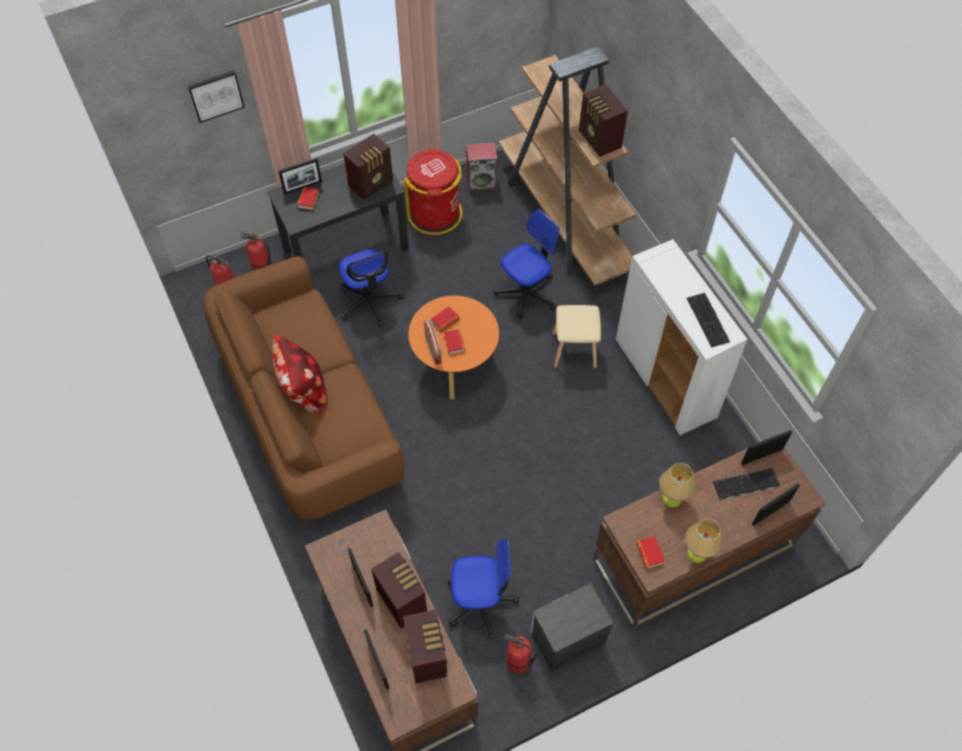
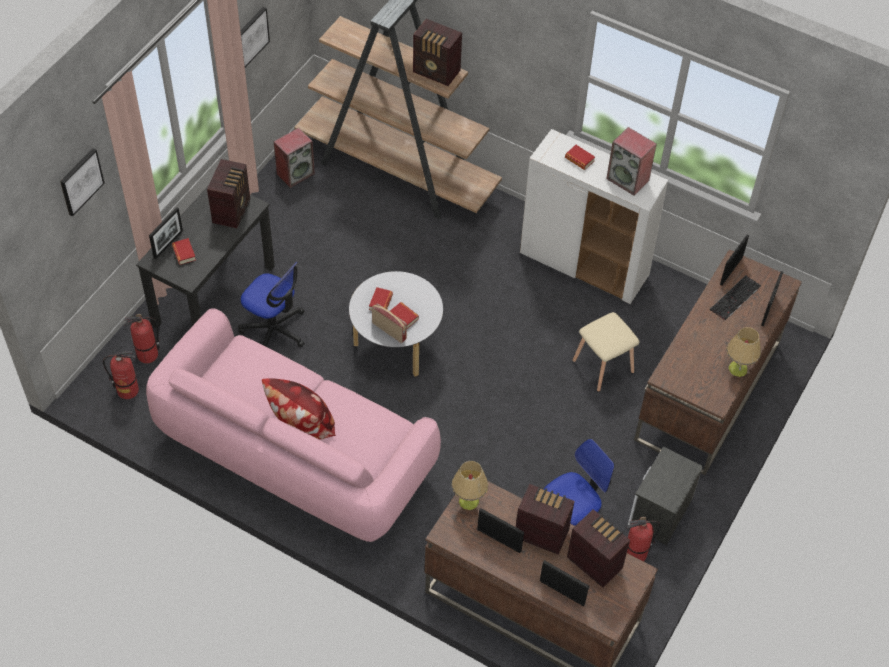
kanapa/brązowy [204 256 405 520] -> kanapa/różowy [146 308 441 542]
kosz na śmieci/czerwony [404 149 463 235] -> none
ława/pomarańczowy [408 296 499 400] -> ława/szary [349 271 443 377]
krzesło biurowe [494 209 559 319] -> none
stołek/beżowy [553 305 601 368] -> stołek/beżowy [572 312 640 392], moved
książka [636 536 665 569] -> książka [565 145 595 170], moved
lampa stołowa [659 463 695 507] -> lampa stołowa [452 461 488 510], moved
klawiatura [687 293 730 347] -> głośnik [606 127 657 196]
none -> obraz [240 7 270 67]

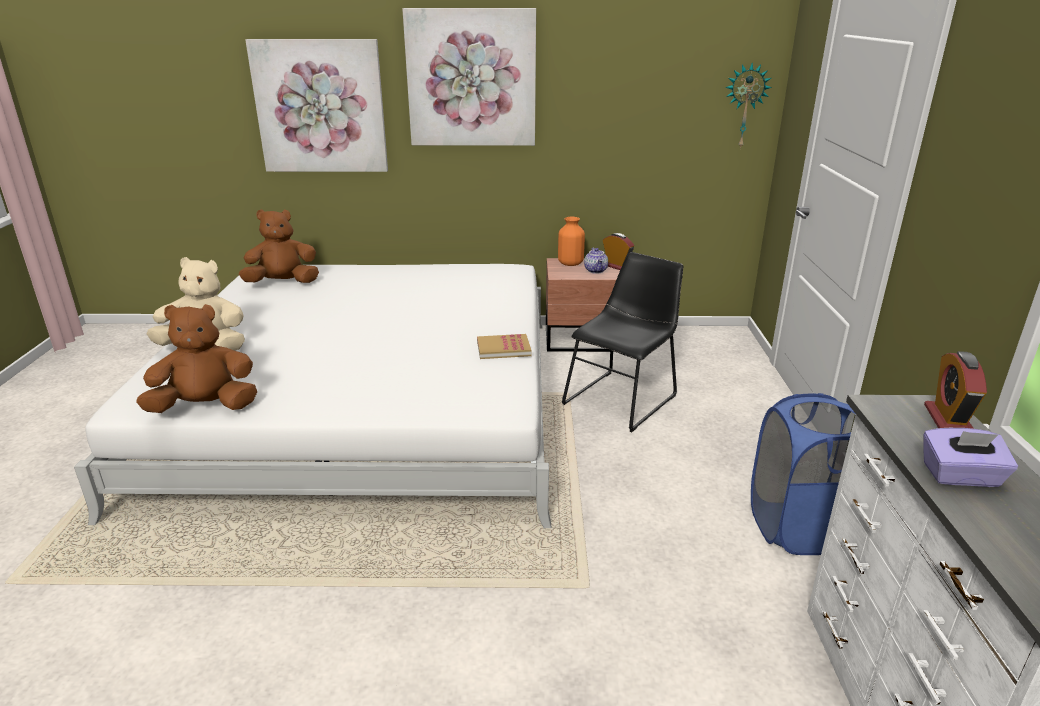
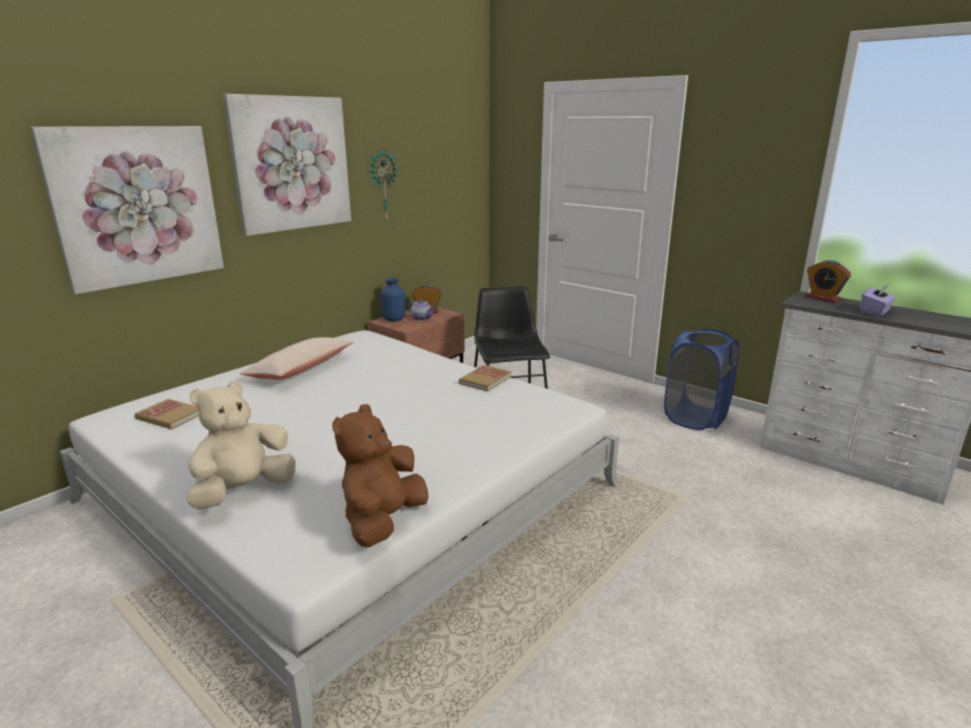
pluszak/brązowy [239 209 319 283] -> książka [134 399 199 429]
wazon/pomarańczowy [558 217 585 266] -> wazon/niebieski [381 278 406 321]
zegar ścienny [725 62 772 149] -> zegar ścienny [369 149 398 223], moved
none -> poduszka/beżowy [240 337 353 380]

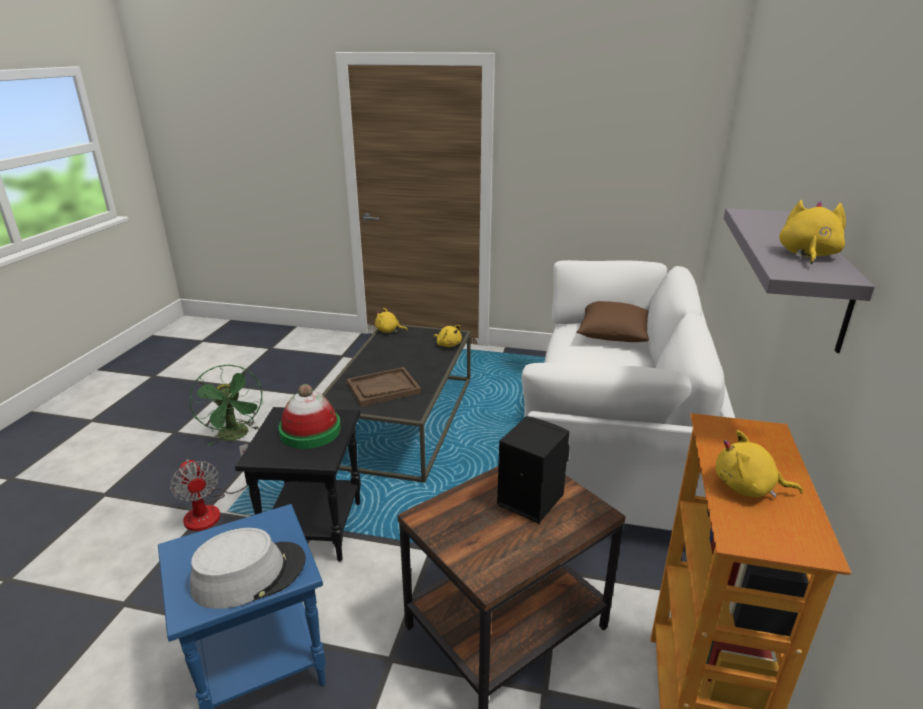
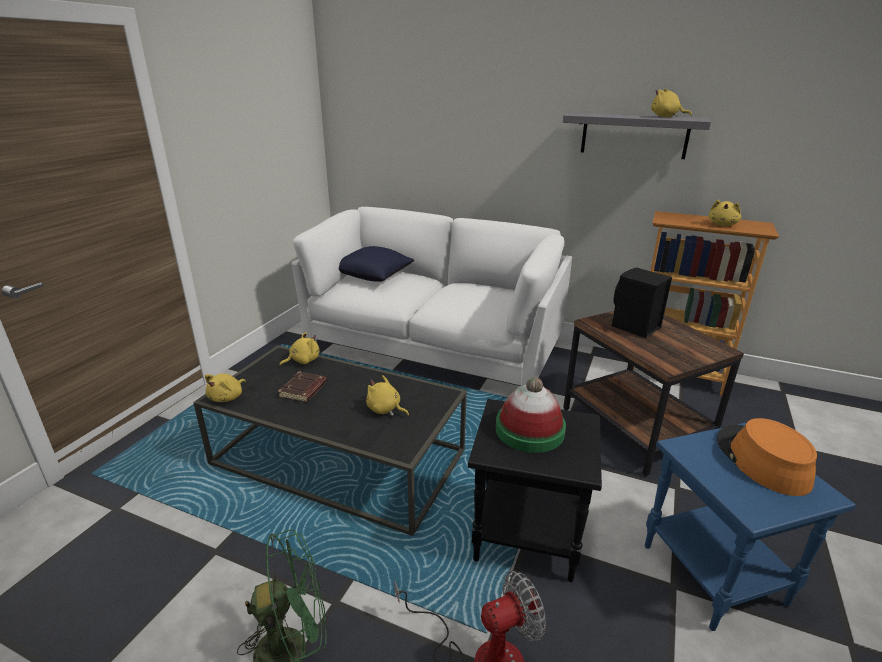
kapelusz/szary [190 528 306 609] -> kapelusz/pomarańczowy [717 418 817 496]
taca/brązowy [347 367 421 407] -> pluszak/żółty [366 376 409 416]
poduszka/brązowy [576 301 649 342] -> poduszka/niebieski [339 246 414 282]
none -> książka/brązowy [278 372 327 402]

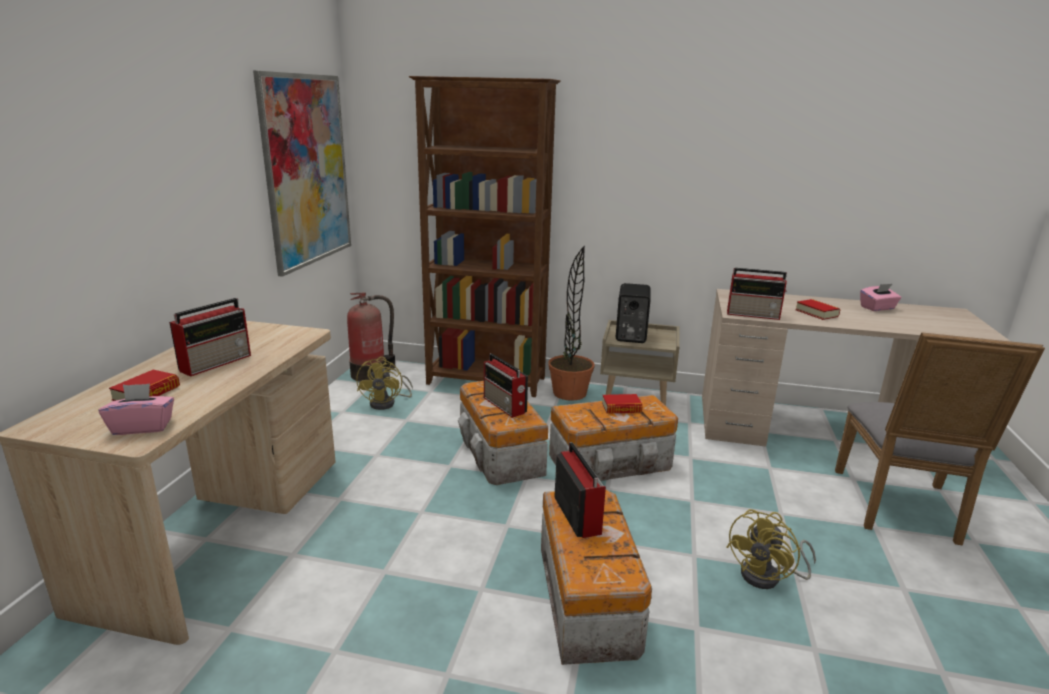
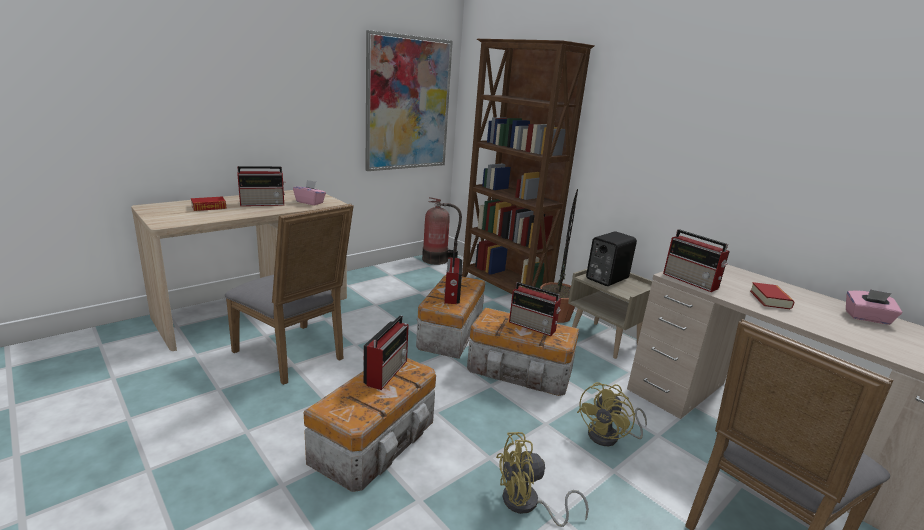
pudełko chusteczek/różowy [98 383 174 435] -> pudełko chusteczek/różowy [293 180 326 205], moved
wentylator/żółty [356 357 413 410] -> wentylator/żółty [577 382 647 446], moved
książka [602 394 643 414] -> radio [509 282 561 336]
none -> krzesło/szary [225 204 354 385]

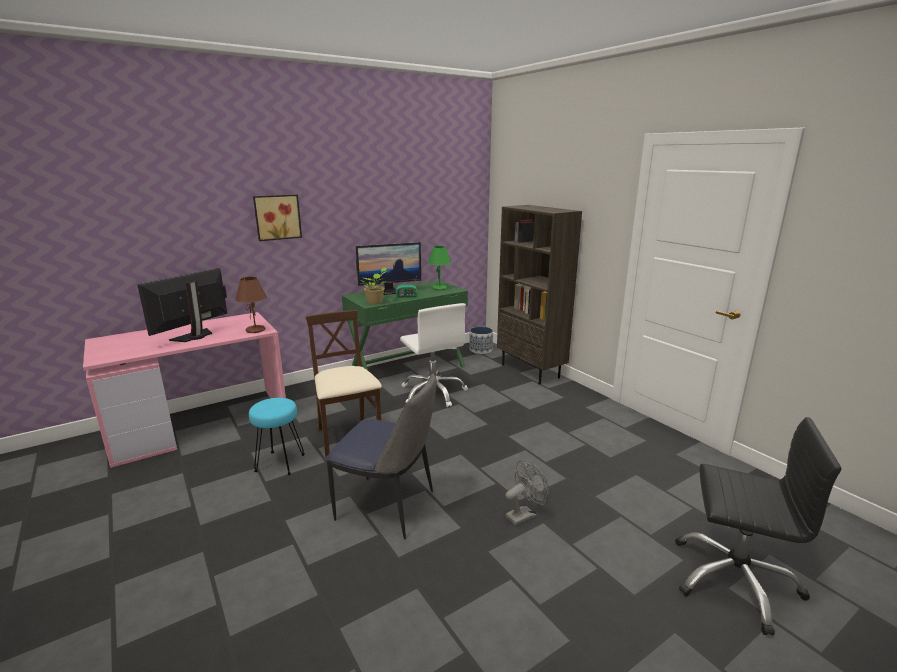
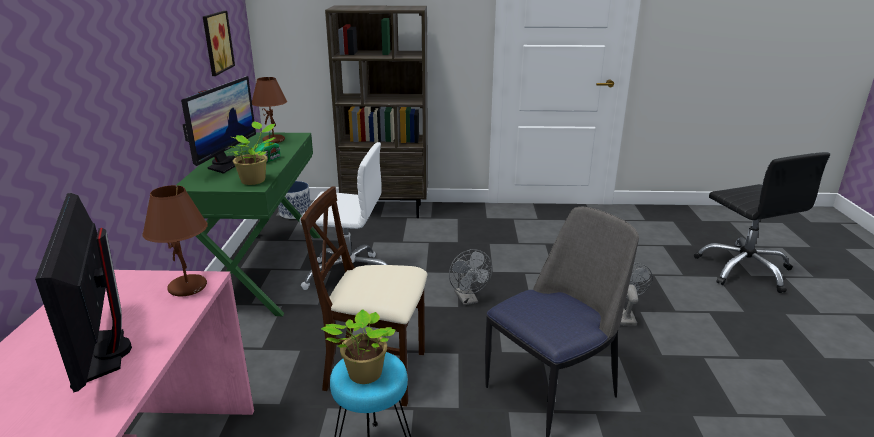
obraz [253 195 302 241] -> obraz [203 11 235 76], moved
lampa stołowa/zielony [428 246 451 290] -> lampa stołowa/brązowy [252 77 287 143]
krzesło biurowe/czarny [675 417 842 635] -> krzesło biurowe/czarny [694 152 830 293], 105 degrees clockwise
none -> roślina doniczkowa [321 309 396 384]
none -> wentylator/szary [449 249 492 305]

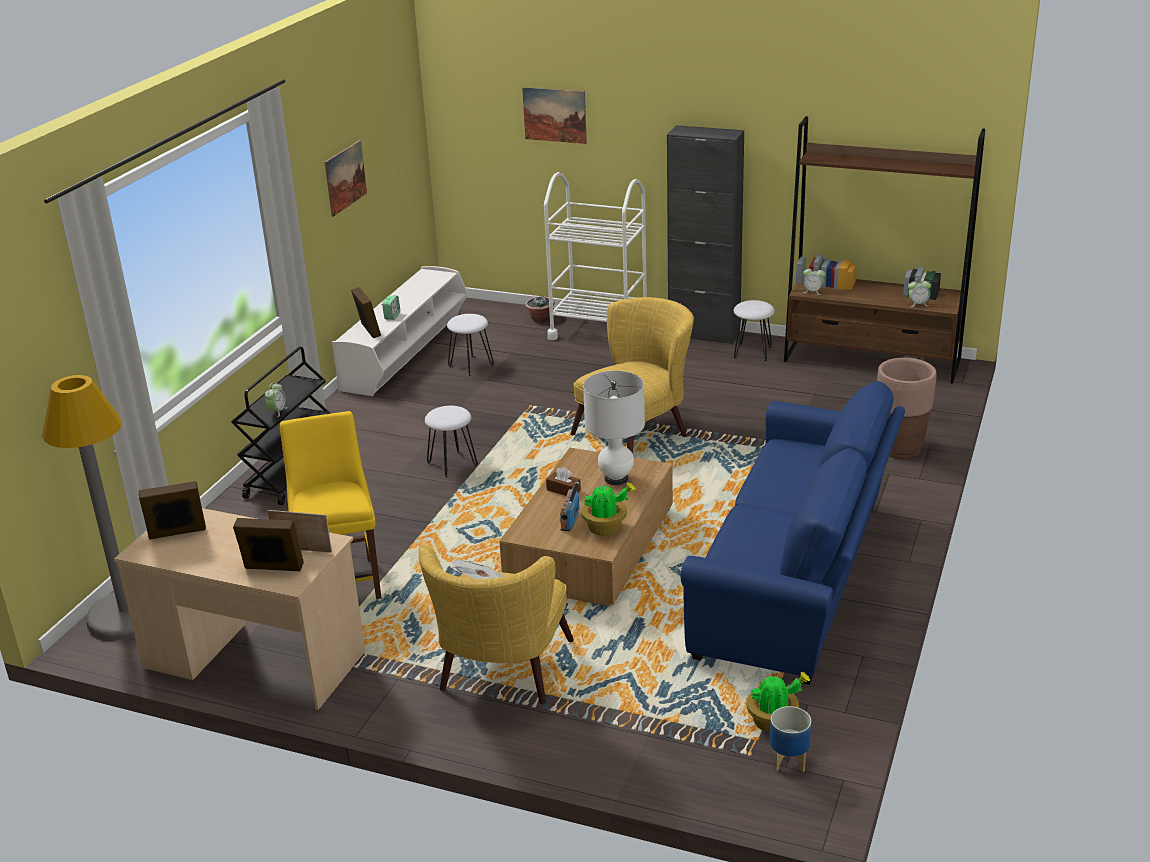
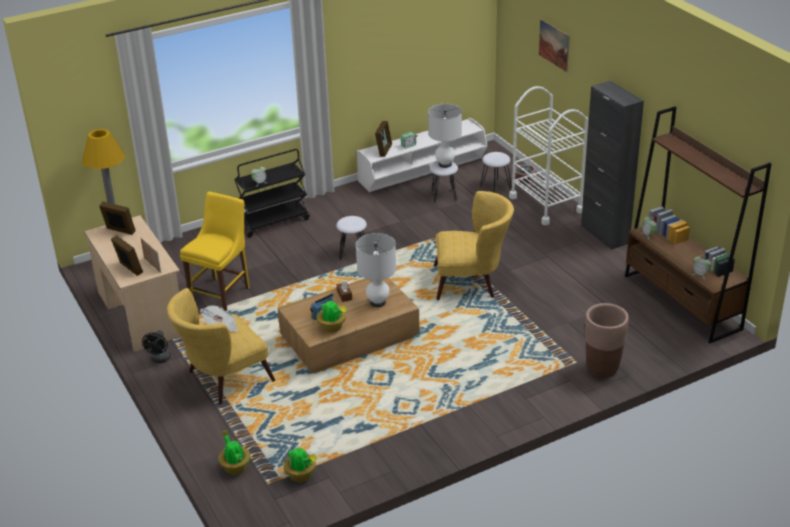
obraz [324 140 367 217] -> none
kanapa/niebieski [681 381 905 685] -> none
stołek/biały [733 300 775 361] -> stołek/biały [480 152 512 193], moved
donica [770 706 811 772] -> none
none -> wentylator/czarny [142 330 171 363]
none -> roślina doniczkowa [218 430 250 475]
none -> lampa stołowa/biały [428 104 462 168]

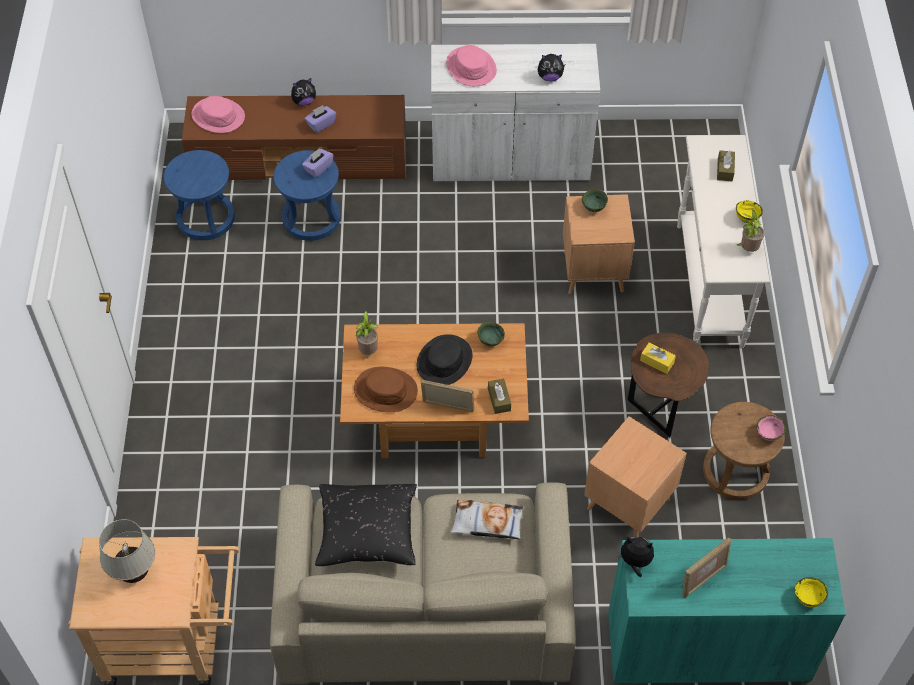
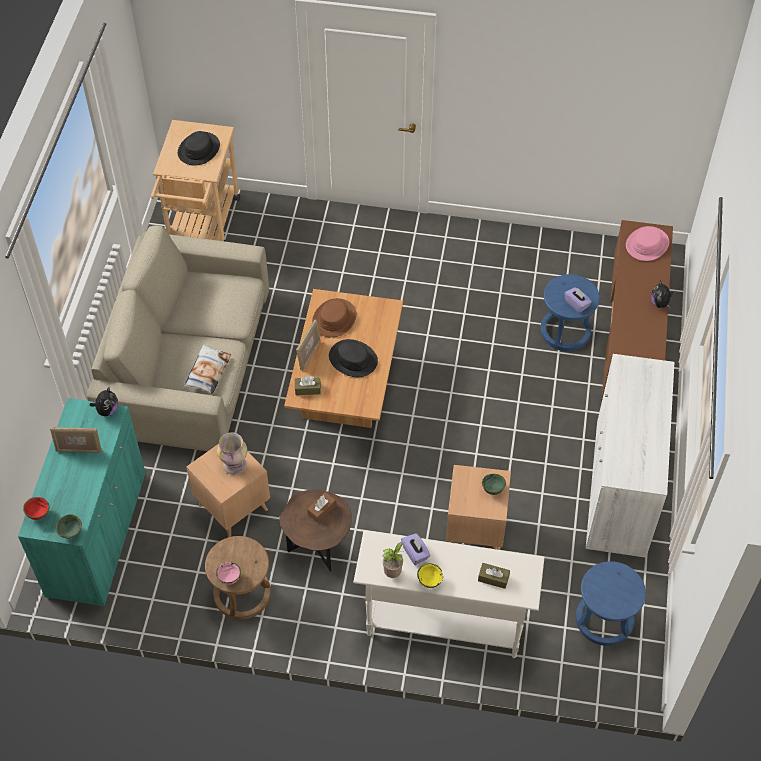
lampa stołowa/biały [99 519 155 583] -> kapelusz/czarny [178 131 220 165]
stołek/niebieski [164 150 235 240] -> stołek/niebieski [576 561 646 646], moved
pudełko chusteczek/fioletowy [305 105 336 133] -> pudełko chusteczek/fioletowy [401 533 431 565], moved
poduszka/czarny [315 484 417 566] -> none
roślina doniczkowa [356 311 378 355] -> none
kapelusz/różowy [446 45 497 86] -> none
miska/zielony [477 322 505 346] -> miska/zielony [56 514 82 539], moved
pluszak [537 54 565 82] -> none
pudełko chusteczek/żółty [640 342 676 374] -> pudełko chusteczek/brązowy [307 492 336 523]
ramka na zdjęcie [682 538 731 598] -> ramka na zdjęcie [50 427 102 453], 60 degrees counterclockwise
miska/żółty [794 577 828 608] -> miska/czerwony [23 497 50 520]
none -> wazon [217 432 247 475]

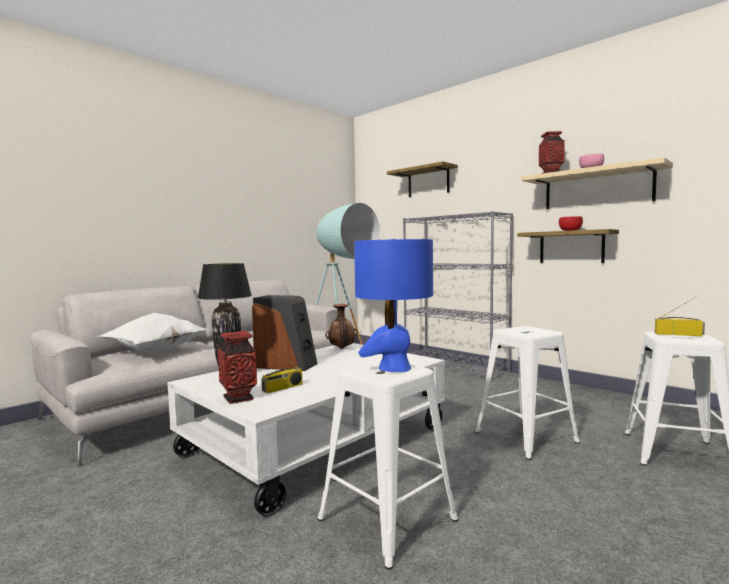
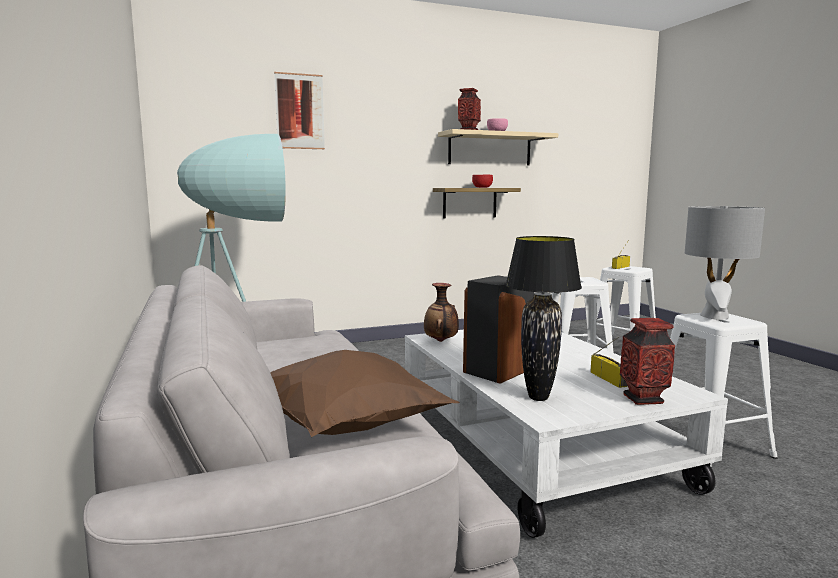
poduszka/biały [97 313 208 352] -> poduszka/brązowy [270 350 460 437]
lampa stołowa/niebieski [354 239 433 372] -> lampa stołowa/szary [685 206 765 320]
półka [387 161 458 197] -> obraz [274 72 325 149]
regał/szary [403 211 513 381] -> none

